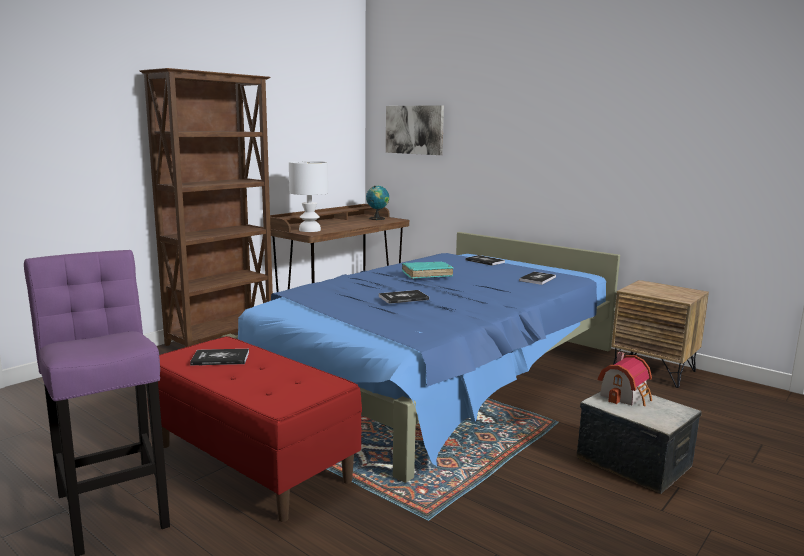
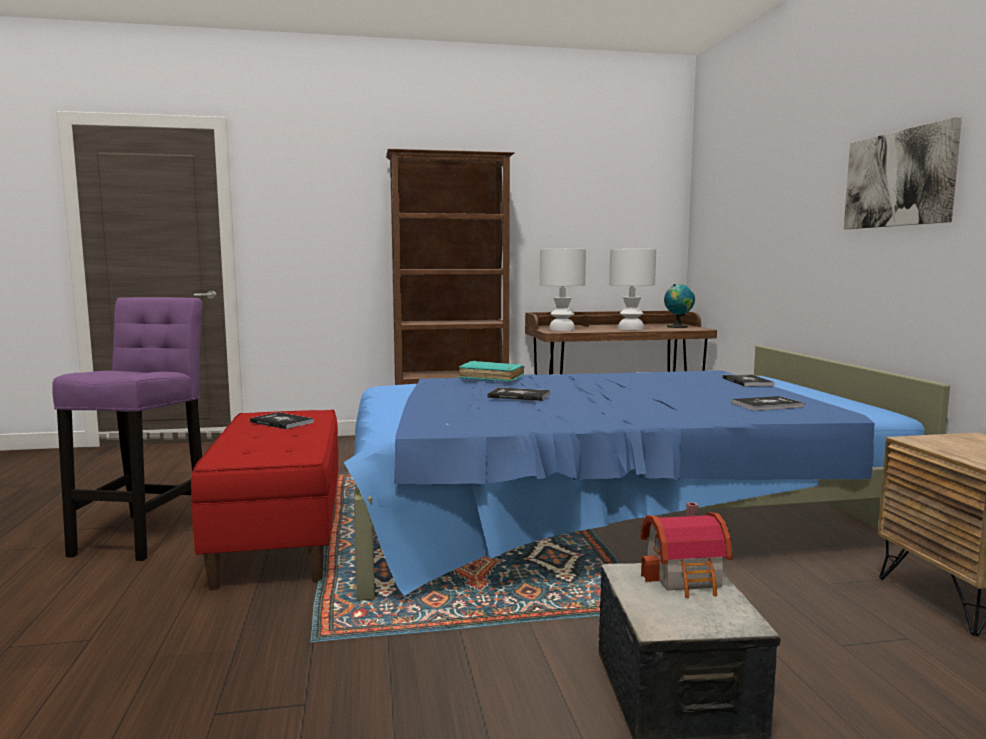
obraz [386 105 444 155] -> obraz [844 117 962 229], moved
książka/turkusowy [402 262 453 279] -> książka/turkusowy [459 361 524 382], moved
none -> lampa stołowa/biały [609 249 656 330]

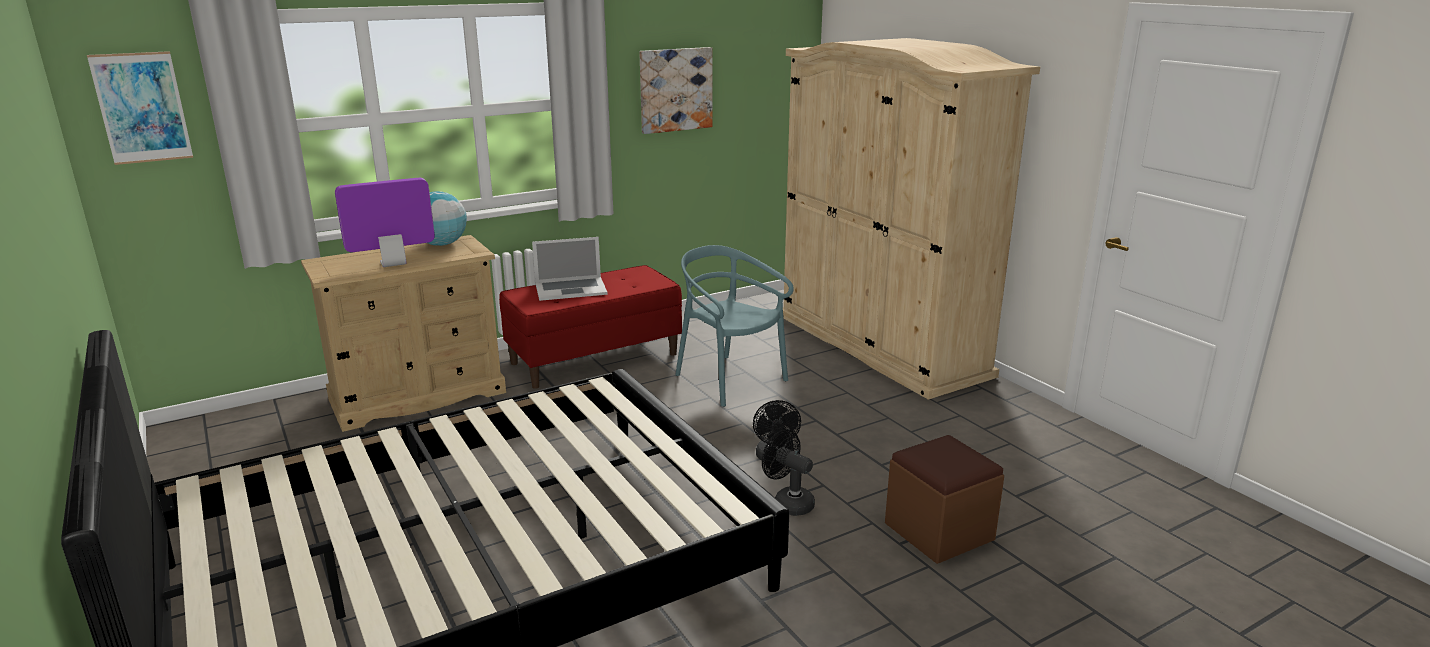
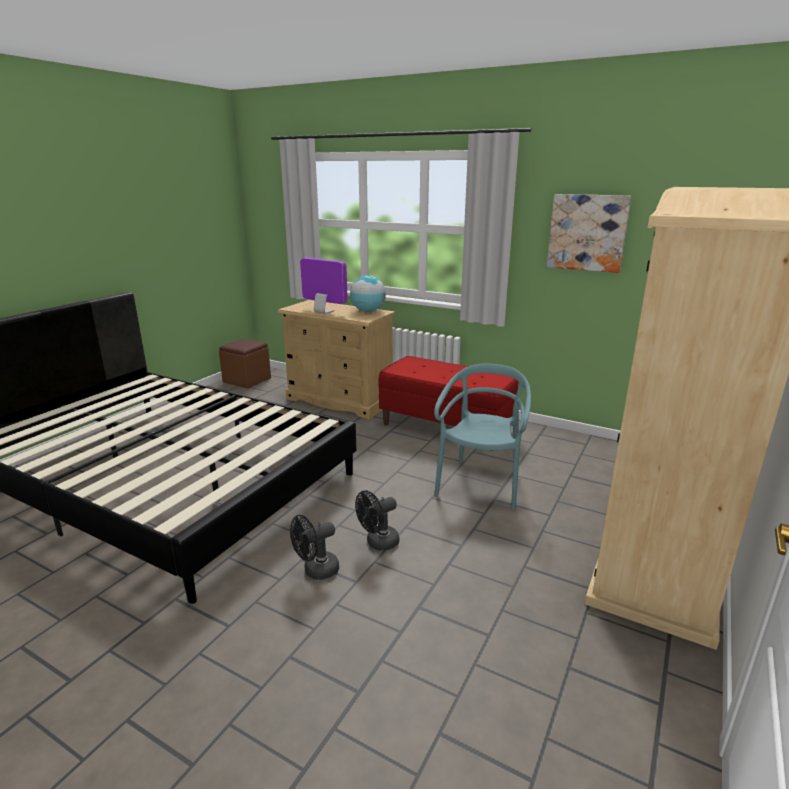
obraz [87 51 193 165] -> none
laptop [532 237 607 301] -> none
wentylator/czarny [762 429 815 516] -> wentylator/czarny [290 515 339 580], 135 degrees counterclockwise
pufa/brązowy [885 435 1004 564] -> pufa/brązowy [219 339 271 389], moved

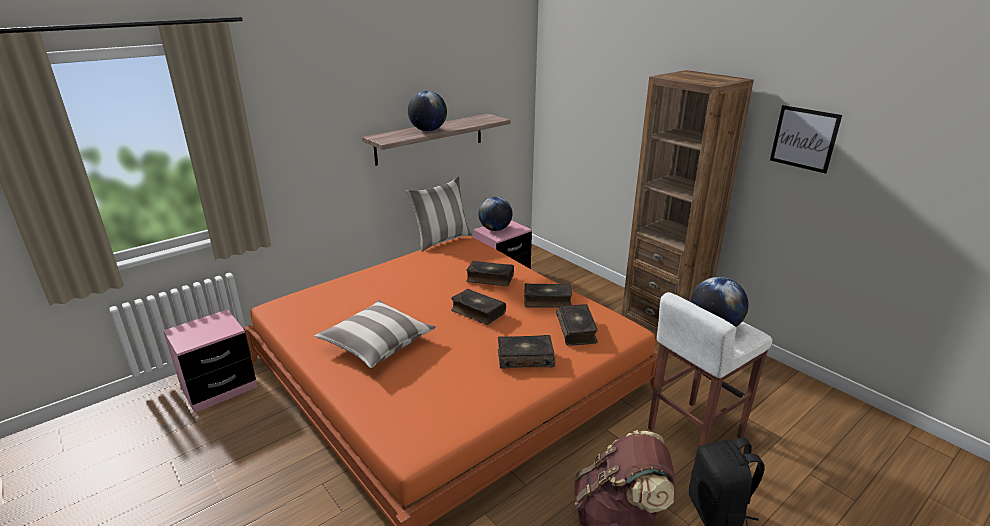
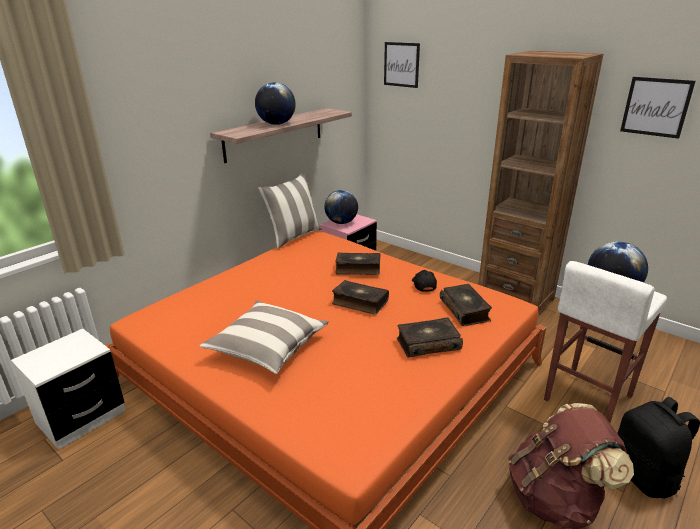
szafka nocna/różowy [163 309 257 413] -> szafka nocna/biały [11 329 126 450]
książka [524 283 572 308] -> czapka z daszkiem/czarny [412 270 437 292]
none -> obraz [384 42 420 88]

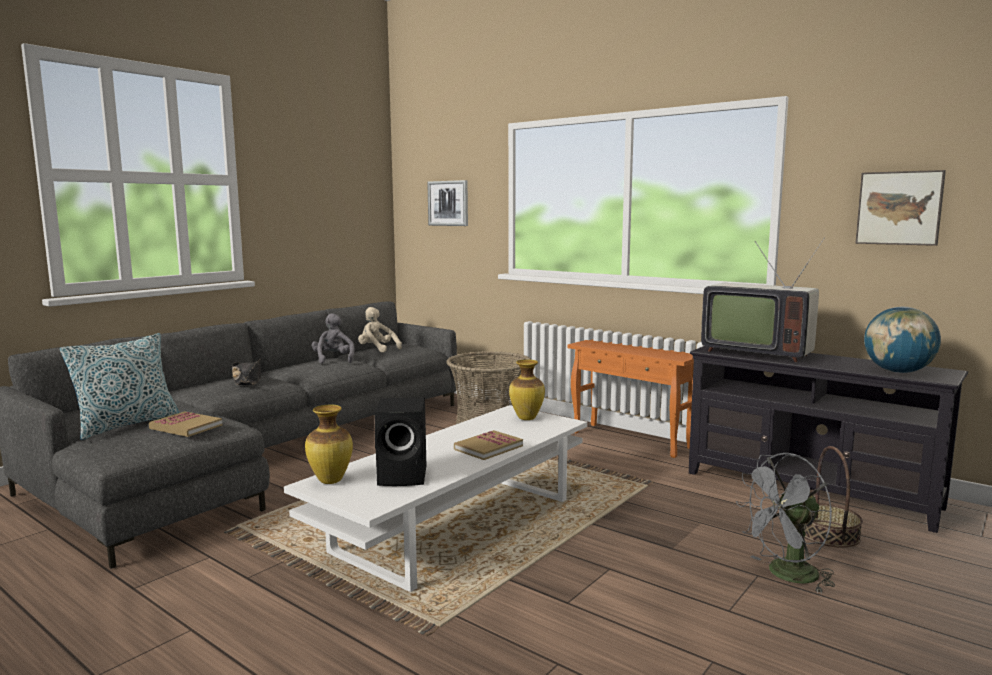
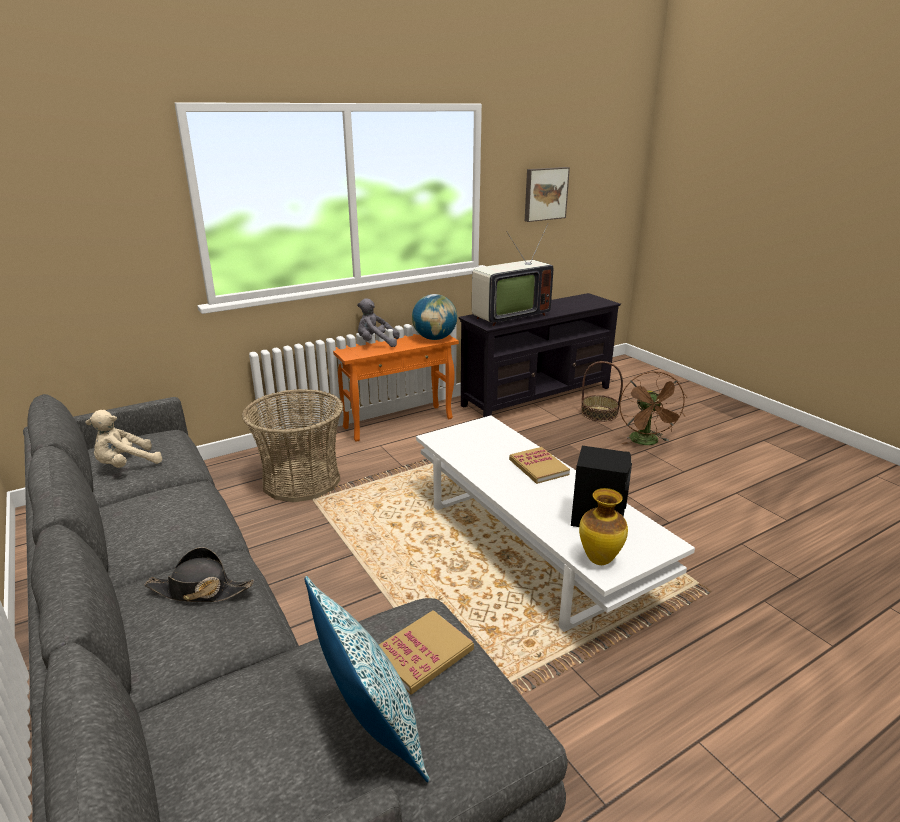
pluszak/szary [312 313 355 363] -> pluszak/szary [357 298 400 347], moved
obraz [427 180 468 226] -> none
wazon [509 359 545 420] -> none
wentylator/szary [736 453 835 593] -> wentylator/brązowy [619 371 687 445]
globus [864 307 941 373] -> globus [412 294 457 340], moved

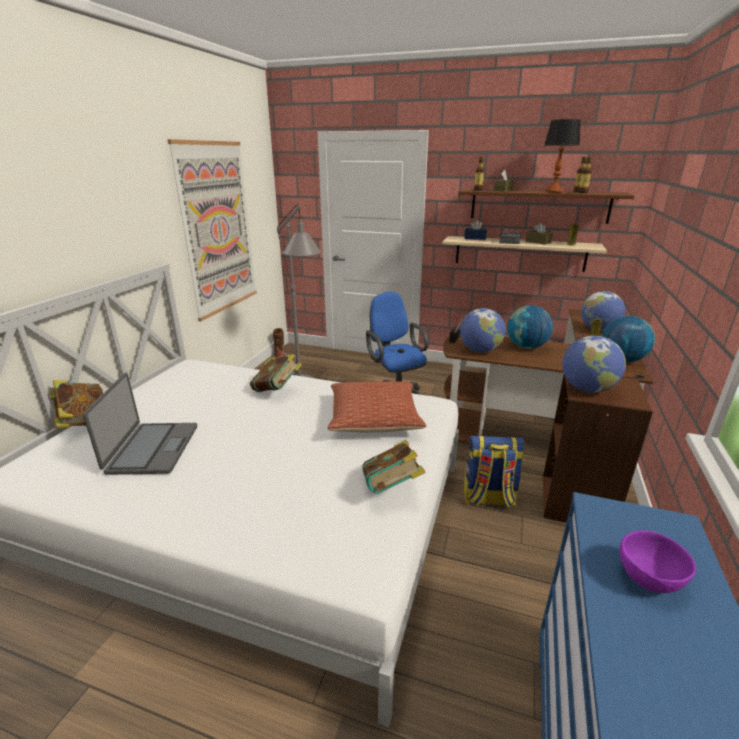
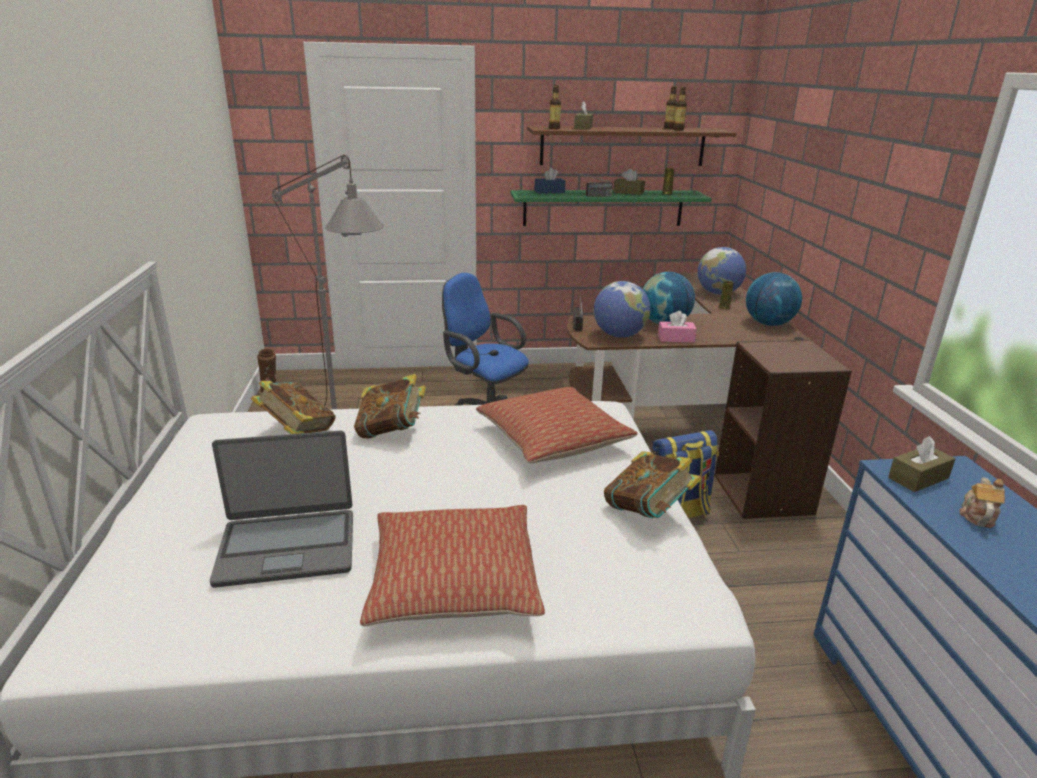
książka [50 380 103 428] -> książka [251 381 336 434], moved
laptop [83 373 197 475] -> laptop [210 430 353 588], 105 degrees clockwise
obraz [168 139 257 321] -> none
półka/beżowy [442 236 607 272] -> półka/zielony [510 190 712 226]
lampa stołowa [544 119 581 193] -> none
globus [562 336 626 393] -> none
miska/fioletowy [620 530 696 593] -> imbryk [959 477 1005 528]
none -> poduszka [360 505 545 626]
none -> pudełko chusteczek/różowy [658 311 697 343]
none -> pudełko chusteczek/brązowy [888 436 955 492]

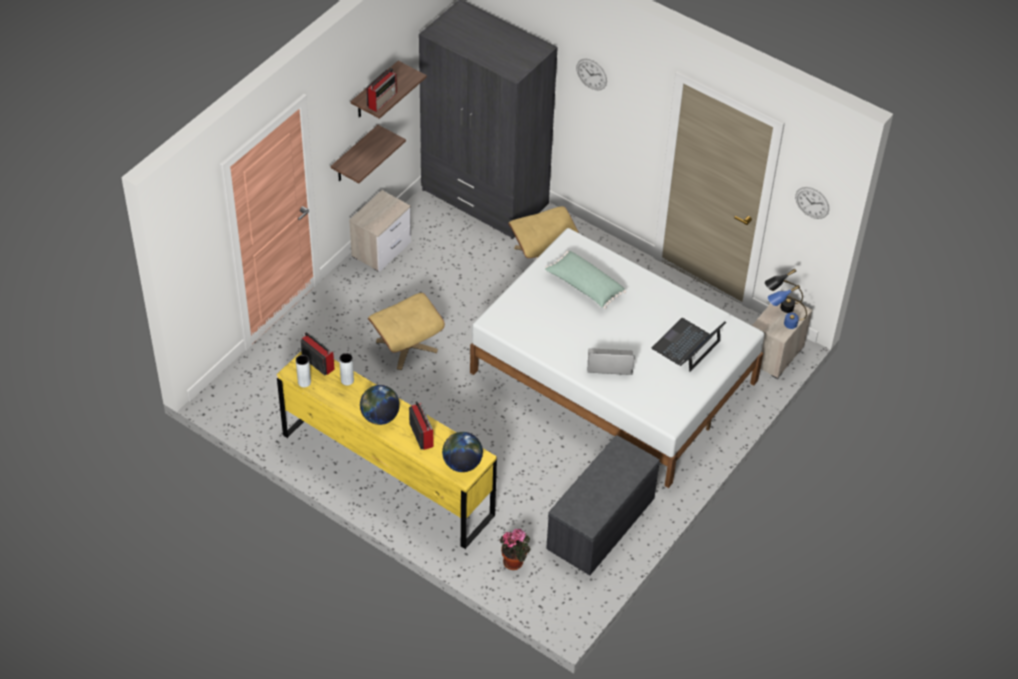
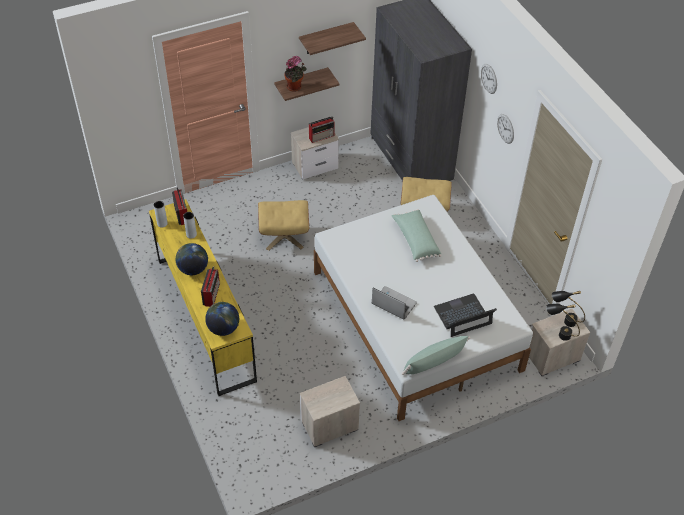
radio [366 68 397 112] -> radio [309 116 335 143], moved
roślina doniczkowa [500 529 530 570] -> roślina doniczkowa [285 56 307 92], moved
ławka/szary [546 435 660 575] -> szafka nocna [300 376 360 447]
lampa stołowa/niebieski [768 285 807 329] -> lampa stołowa/czarny [546 304 580 341]
zegar ścienny [795 187 829 219] -> zegar ścienny [497 114 514 144], moved
none -> poduszka/zielony [402 336 471 375]

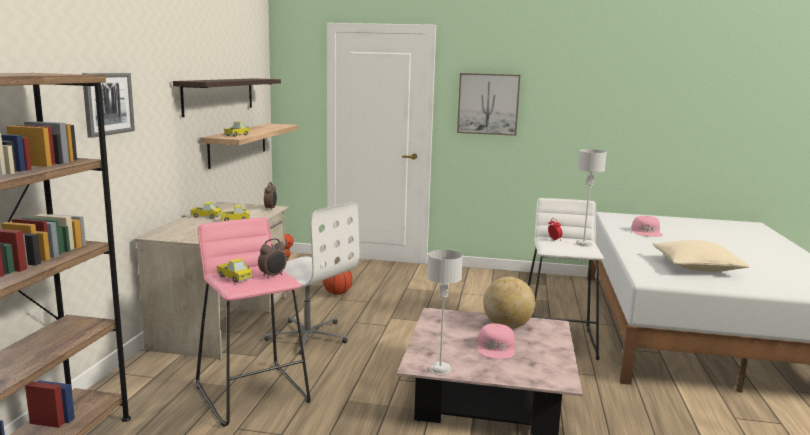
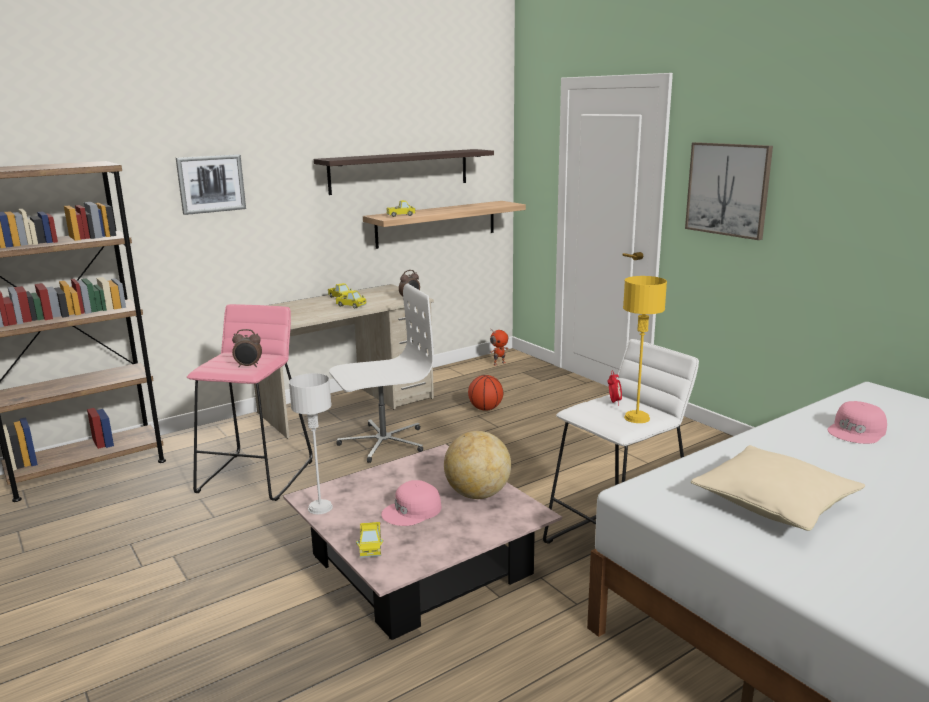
ciężarówka zabawkowa [216 258 253 283] -> ciężarówka zabawkowa [356 522 383 558], moved
krzesło biurowe/biały [264 201 359 355] -> krzesło biurowe/biały [329 284 434 463], 105 degrees counterclockwise
lampa stołowa/szary [575 149 607 247] -> lampa stołowa/żółty [623 276 667 423]

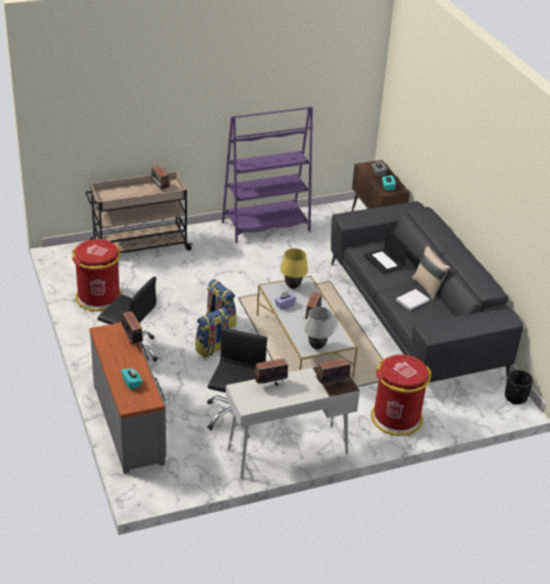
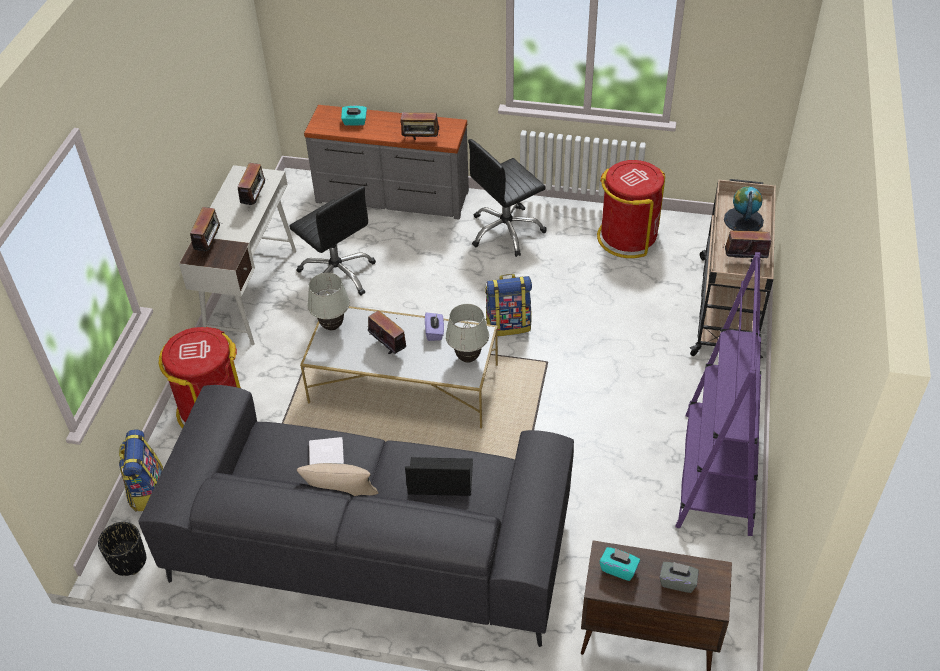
plecak [195 307 229 358] -> plecak [119 429 163 511], moved
lampa stołowa/żółty [280 248 308 289] -> lampa stołowa/biały [446 304 489 363]
none -> globus [724 186 764 231]

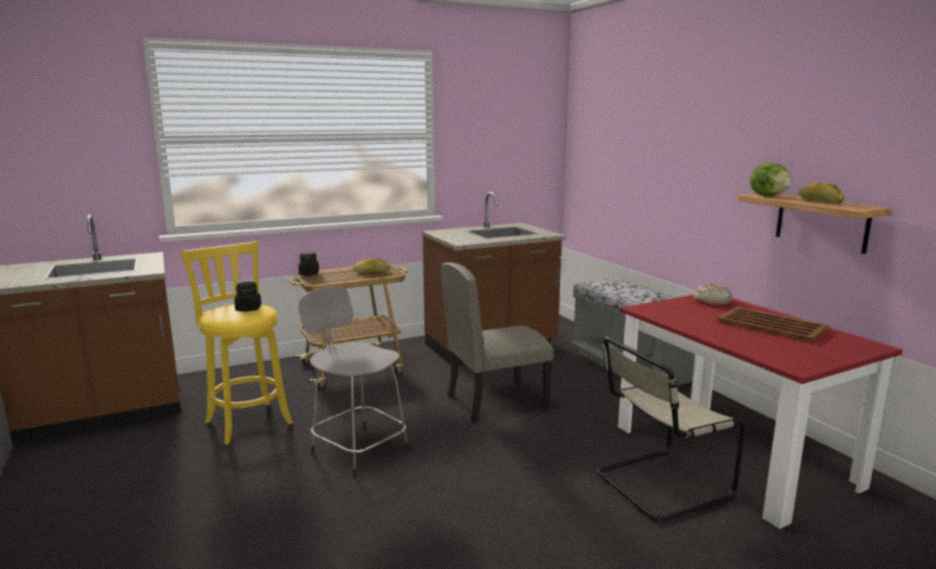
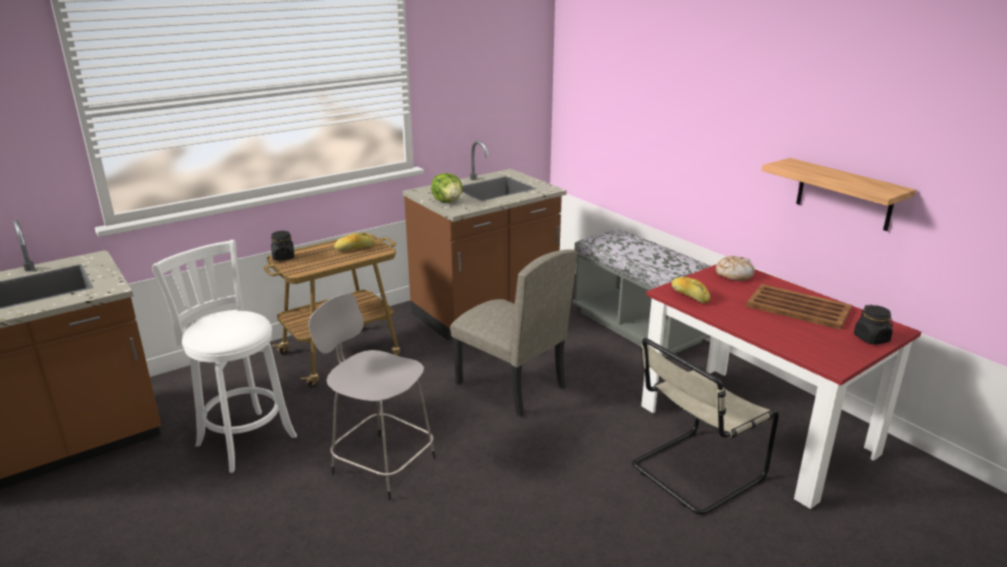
stołek/żółty [181 241 293 445] -> stołek/biały [152 240 297 473]
słoik/czarny [234 282 261 311] -> słoik/czarny [854 305 893 345], moved
krzesło/beżowy [441 263 554 423] -> krzesło/beżowy [450 249 577 417], 105 degrees counterclockwise
sałata [750 163 792 196] -> sałata [431 173 462 202], moved
chleb [799 182 844 204] -> chleb [672 277 710 303], moved

